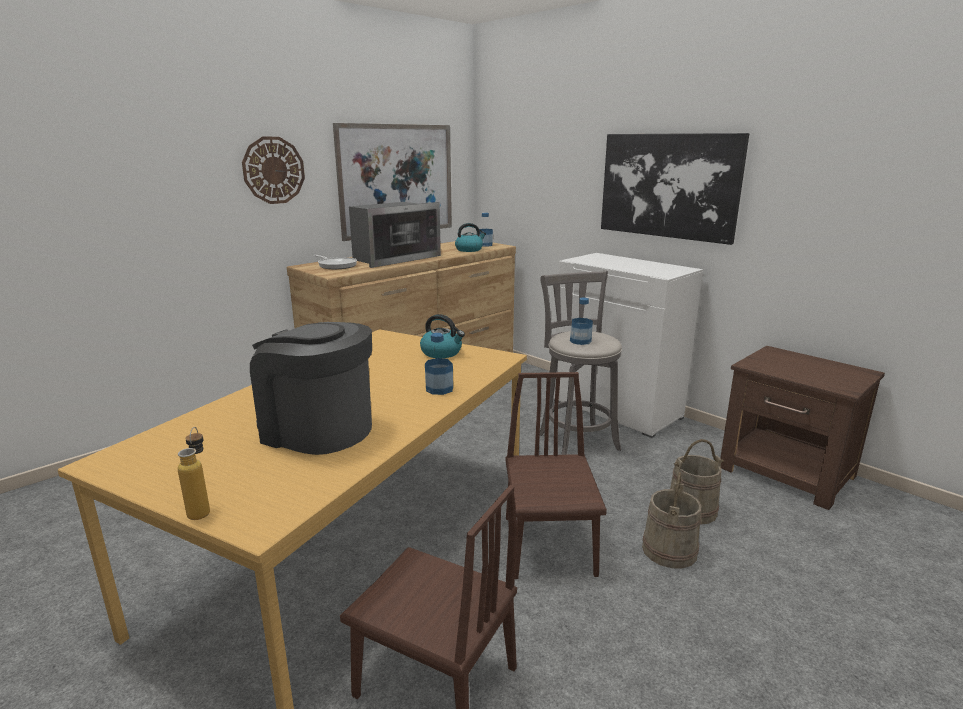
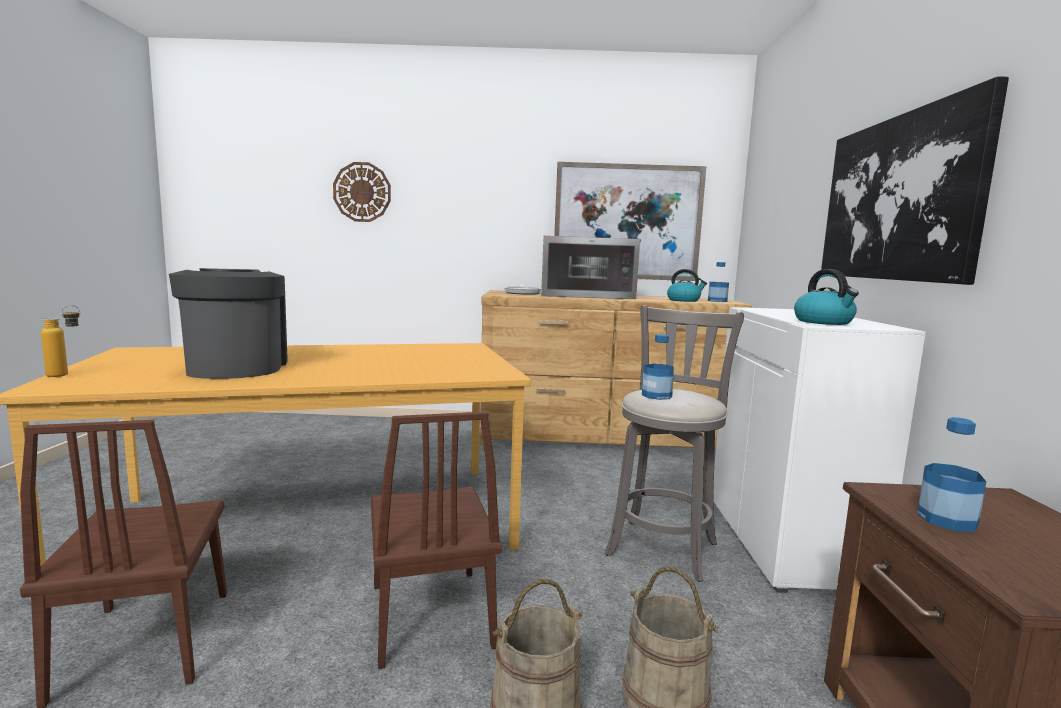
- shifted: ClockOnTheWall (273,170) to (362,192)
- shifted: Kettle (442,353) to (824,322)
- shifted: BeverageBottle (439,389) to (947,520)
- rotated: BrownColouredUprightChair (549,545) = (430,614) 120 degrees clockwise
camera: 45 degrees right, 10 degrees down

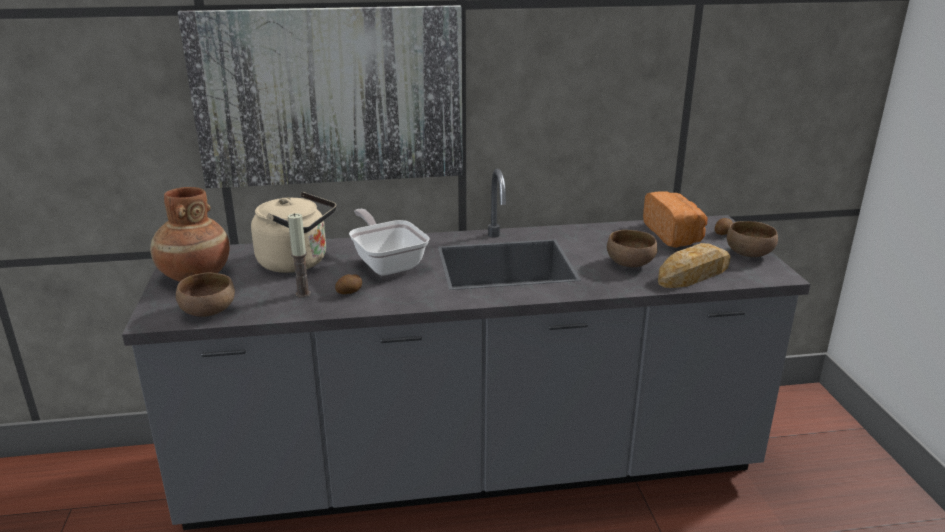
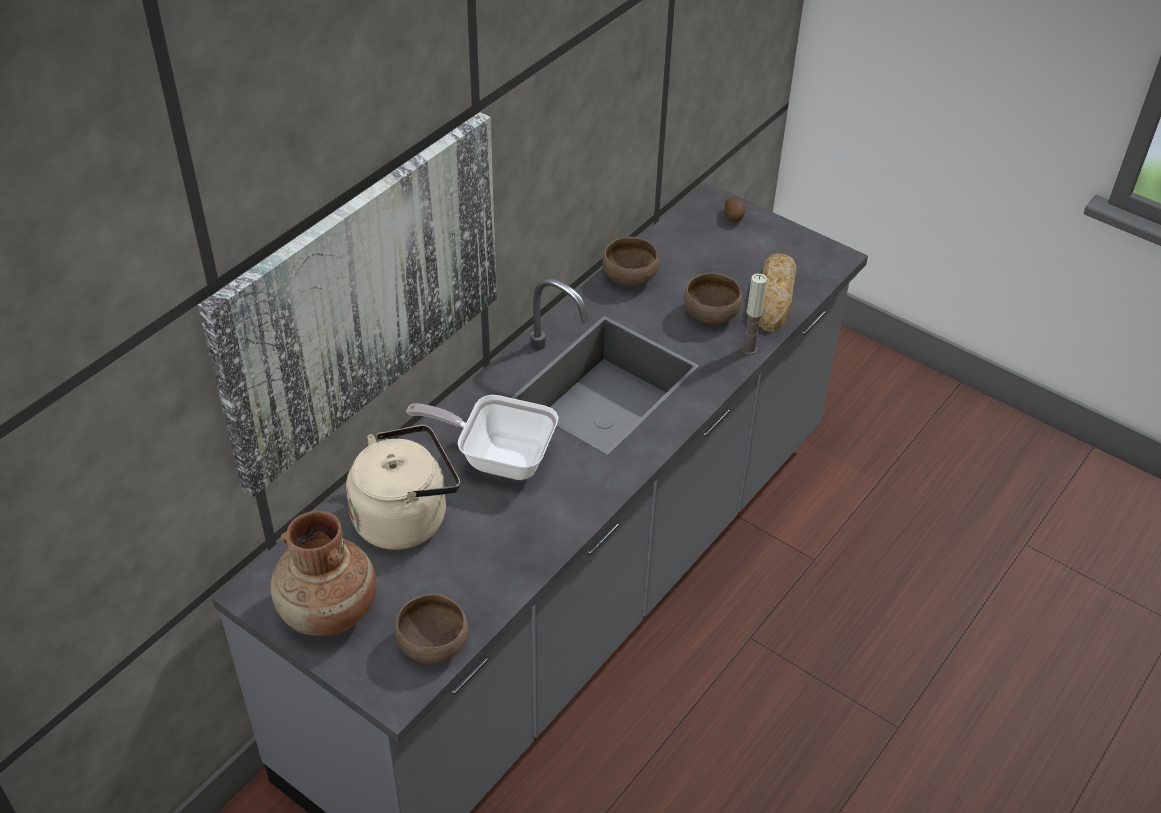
- gone: BakedBread (674,234)
- shifted: WaxCandle (303,294) to (749,349)
- shifted: BrownColouredServingBowl (749,253) to (630,276)
- gone: Potato (350,292)
camera: 45 degrees left, 20 degrees up

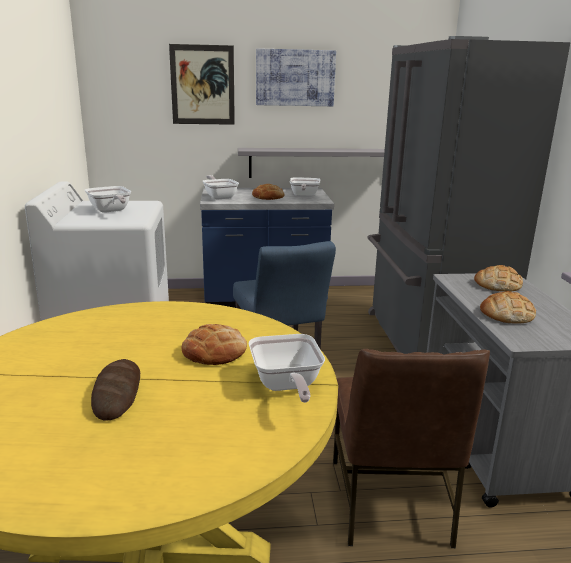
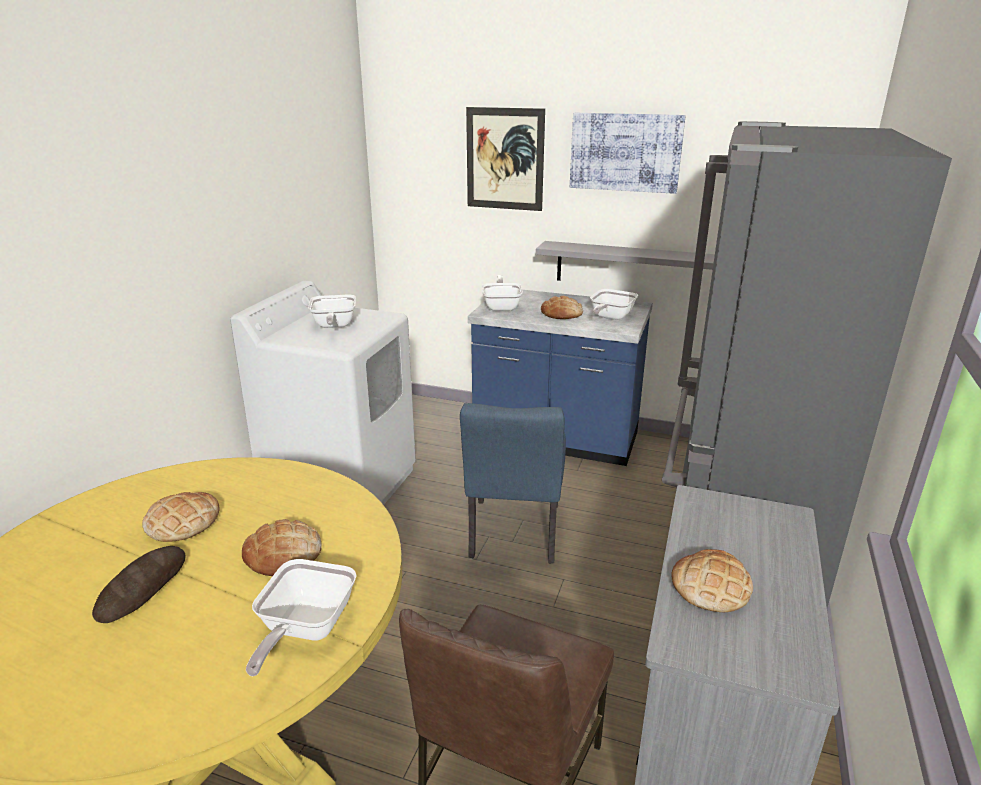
- shifted: BakedBread (497,284) to (182,522)
camera: 25 degrees right, 5 degrees up

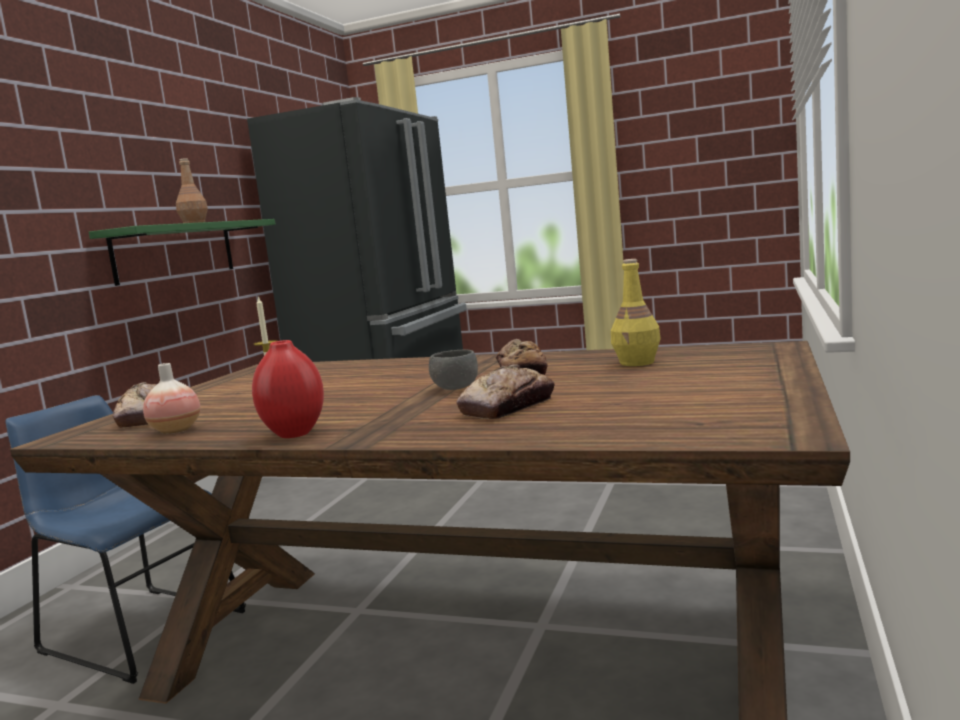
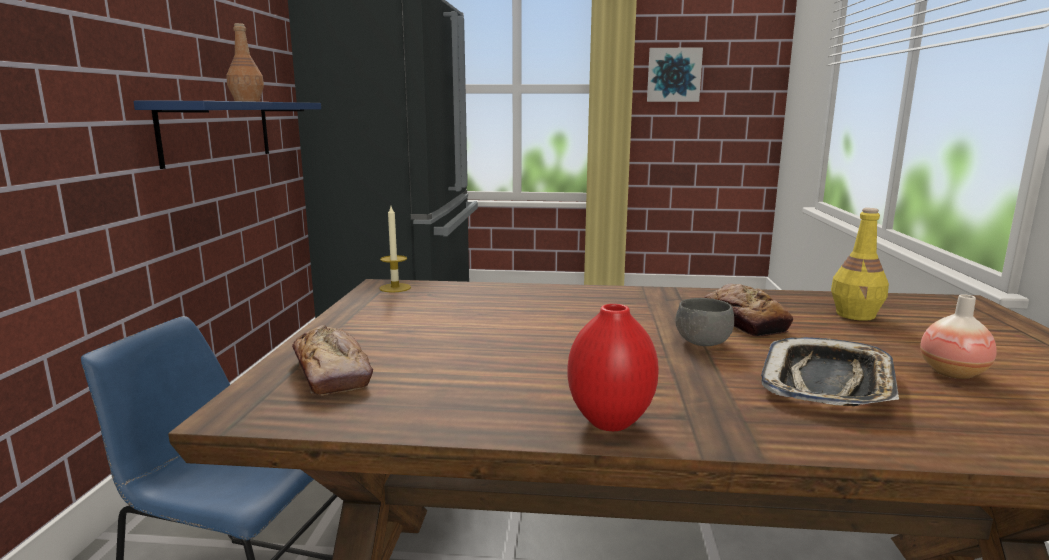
- repainted: GreenishBracketShelf (175,251) to BlueBracketShelf (218,131)
- shifted: FlowerVase (176,430) to (952,373)
- swapped: BakedBread (508,407) to ServingTray (828,383)
- new: Picture (674,75)
camera: 15 degrees left, 5 degrees up

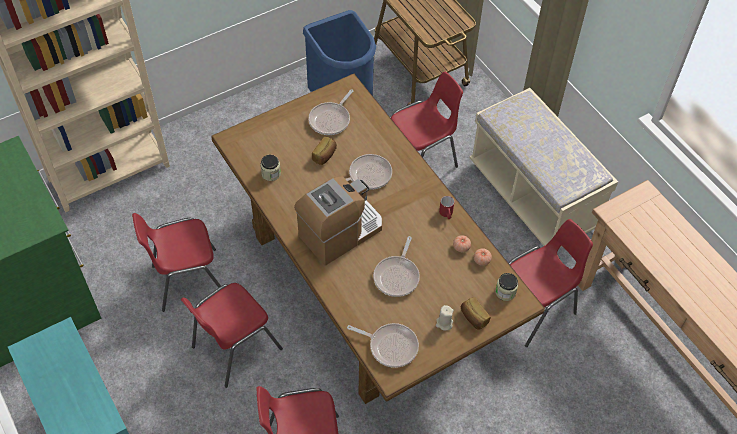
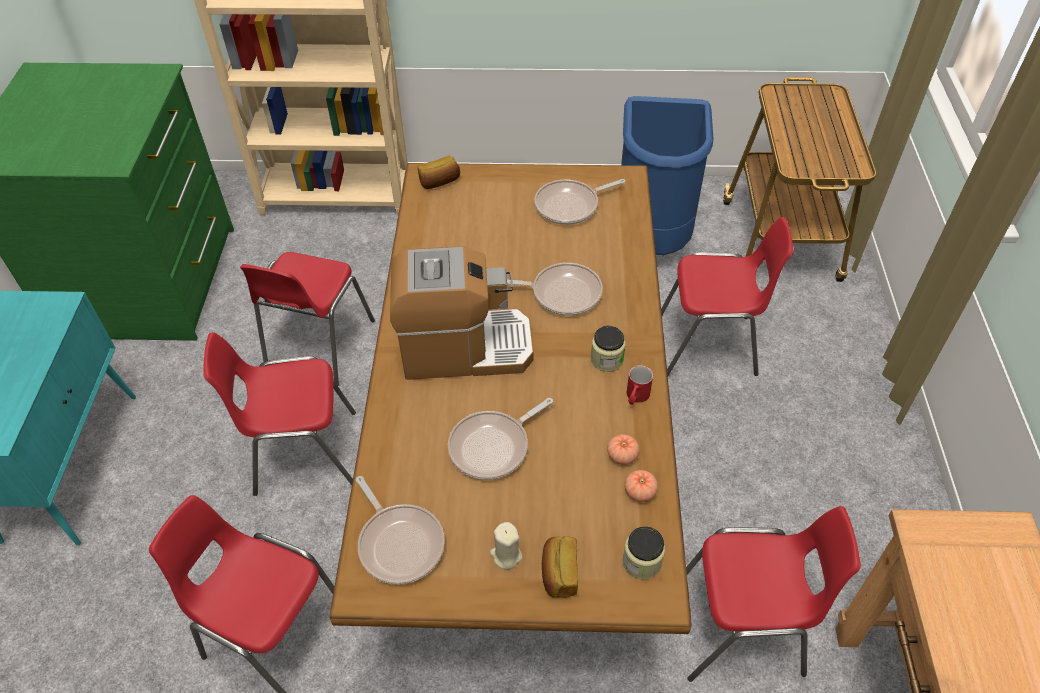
- gone: SandColouredBench (533,196)
- shifted: BakedBread (325,156) to (439,182)
- shifted: Jar (271,173) to (607,359)
- rotated: RedUprightChair (187,280) = (318,347) 90 degrees counterclockwise
camera: 35 degrees right, 5 degrees down

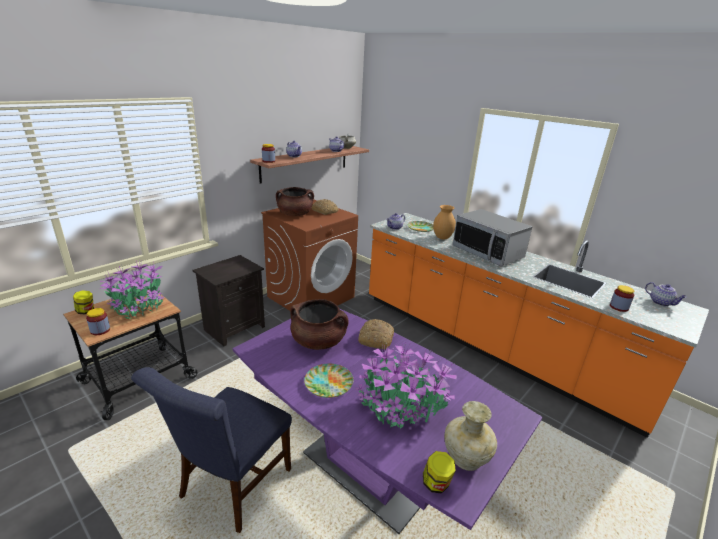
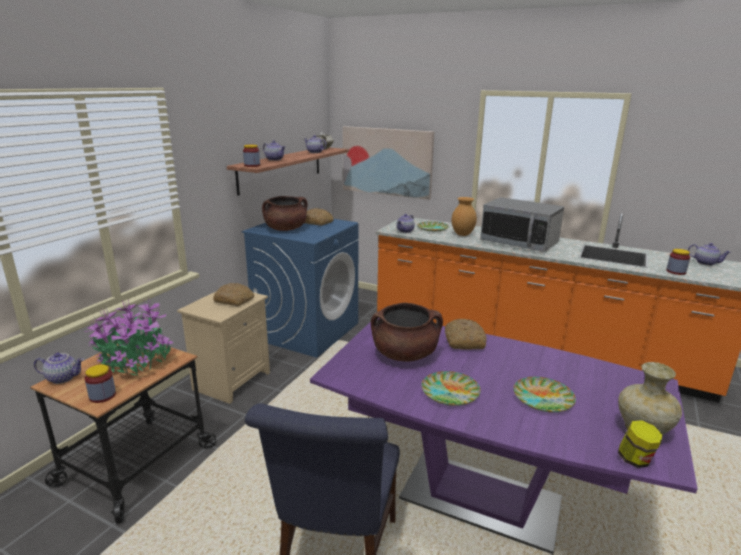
- repainted: BrownColouredLaundryAppliance (311,296) to BlueLaundryAppliance (307,330)
- repainted: BlackColouredNightTable (234,327) to SandColouredNightTable (231,380)
- swapped: Jar (86,311) to TeaPot (63,378)
- swapped: PlantInAPot (401,407) to Plate (543,398)
- new: Picture (387,161)
- new: BakedBread (234,300)
camera: 15 degrees left, 5 degrees down

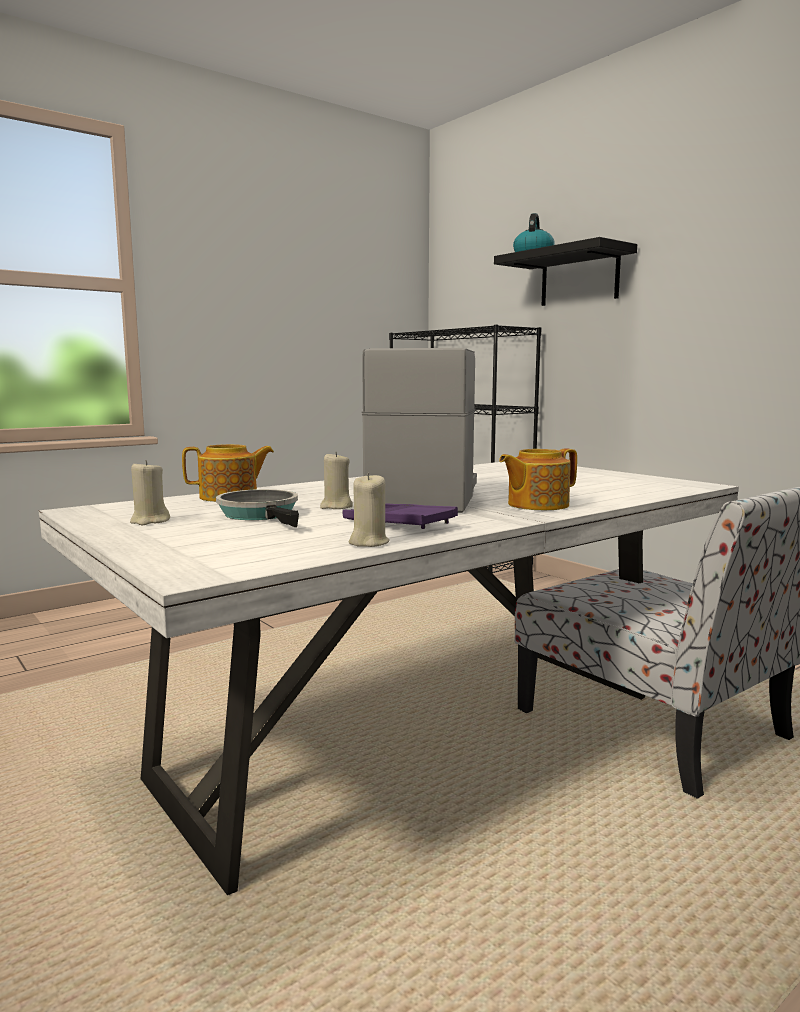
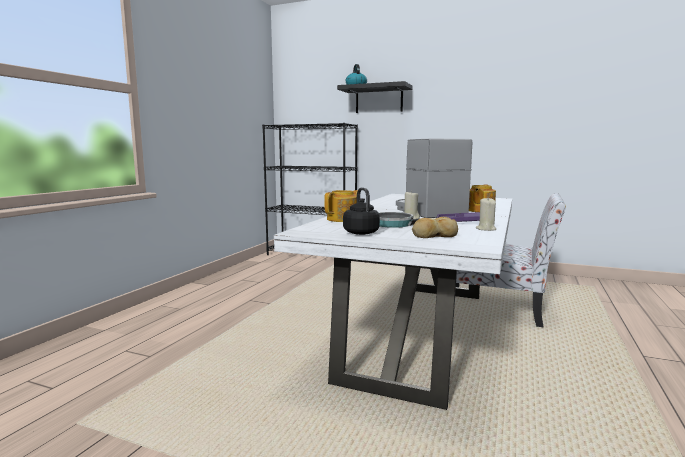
- swapped: SandColouredWaxCandle (149,521) to BlackColouredKettle (360,232)
- new: BakedBread (433,235)
camera: 30 degrees left, 0 degrees up

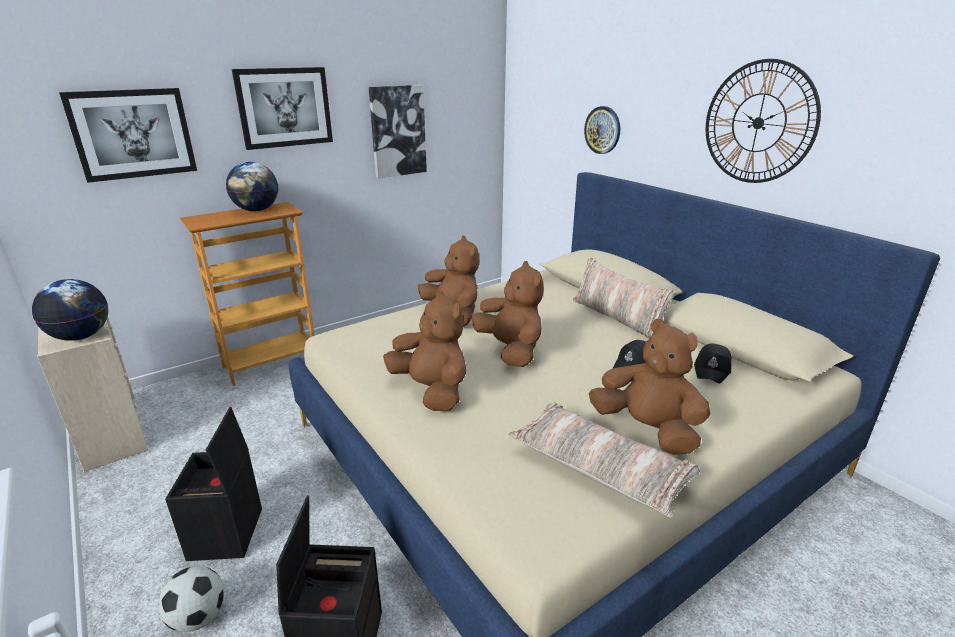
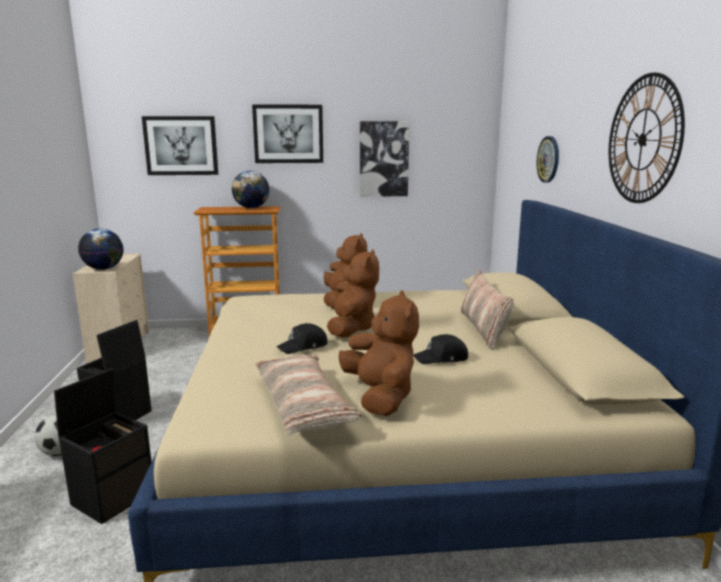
- gone: BrownColouredCuddlyToy (432,391)
- shifted: BlackColouredBaseballCap (712,369) to (303,346)
camera: 30 degrees right, 10 degrees down

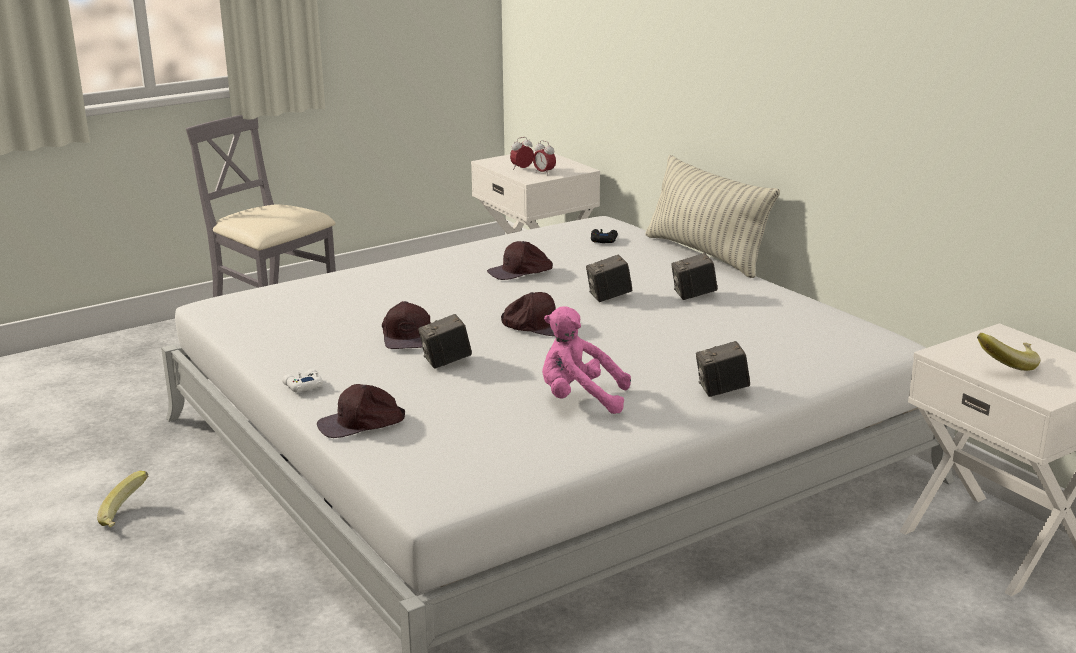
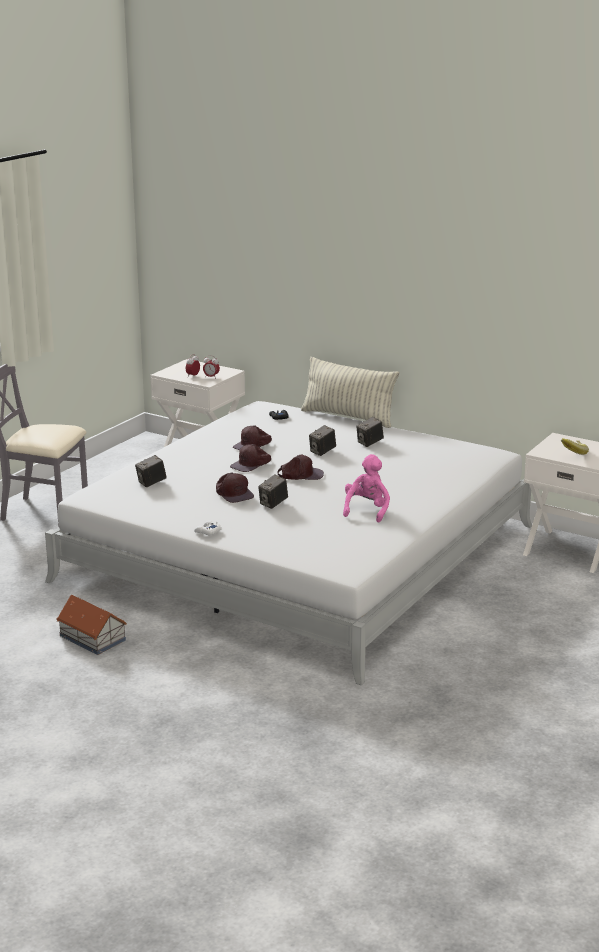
- rotated: PinkCuddlyToy (579,399) = (367,510) 120 degrees clockwise
- shifted: PhotoCamera (721,390) to (151,483)
- shifted: BrownColouredBaseballCap (361,423) to (251,464)
- swapped: BananaFruit (126,516) to ModelHouse (92,638)
camera: 25 degrees left, 0 degrees up

